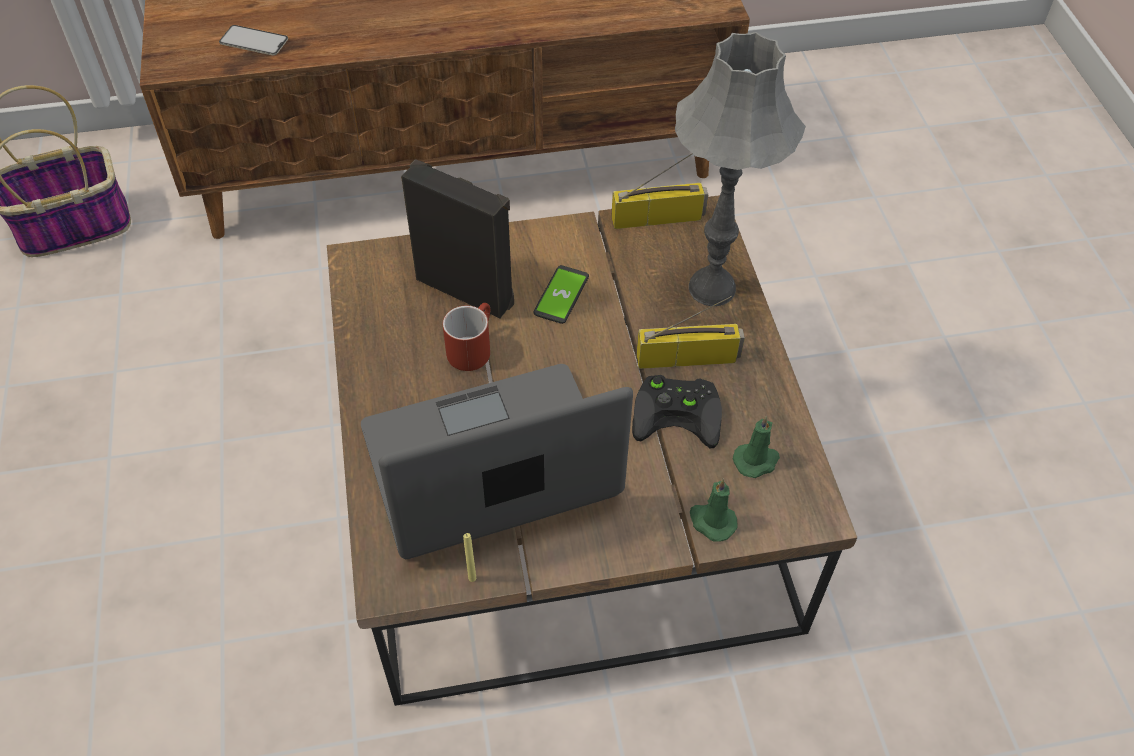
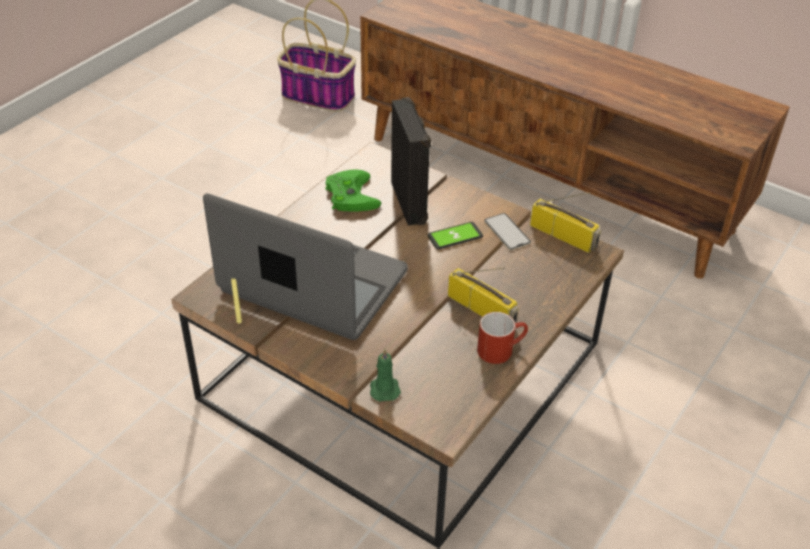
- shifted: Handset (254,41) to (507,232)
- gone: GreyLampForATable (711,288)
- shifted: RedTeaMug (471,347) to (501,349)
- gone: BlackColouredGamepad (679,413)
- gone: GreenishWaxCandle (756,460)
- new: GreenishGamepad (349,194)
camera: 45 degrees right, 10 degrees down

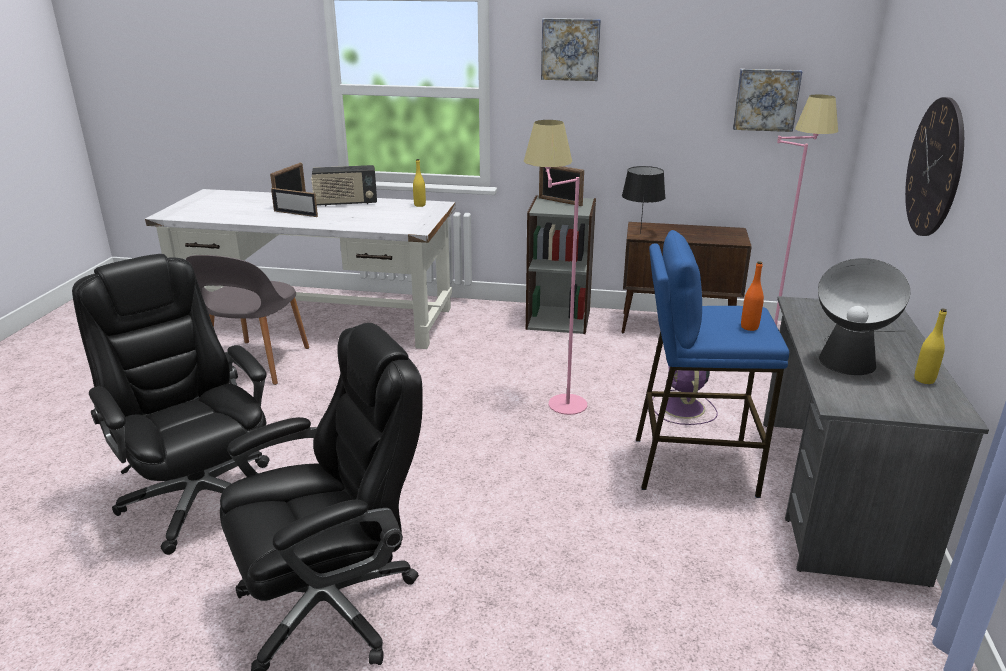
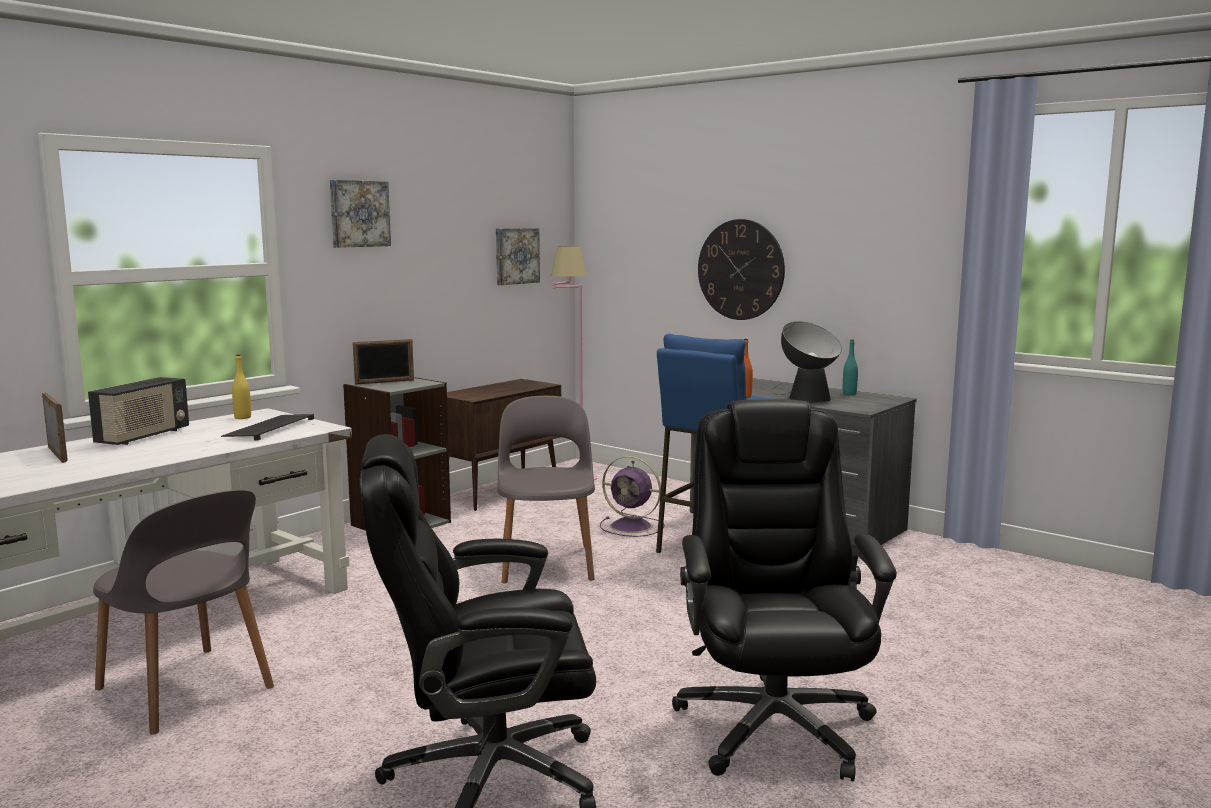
- swapped: PinkFloorLamp (552,398) to GreyUprightChair (547,562)
- gone: BlackColouredLampForATable (640,234)
- gone: PictureFrame (295,214)
- repainted: YellowBeverageBottle (924,380) to BlueGreenBeverageBottle (849,394)
- new: Keyboard (269,428)
camera: 60 degrees left, 15 degrees down

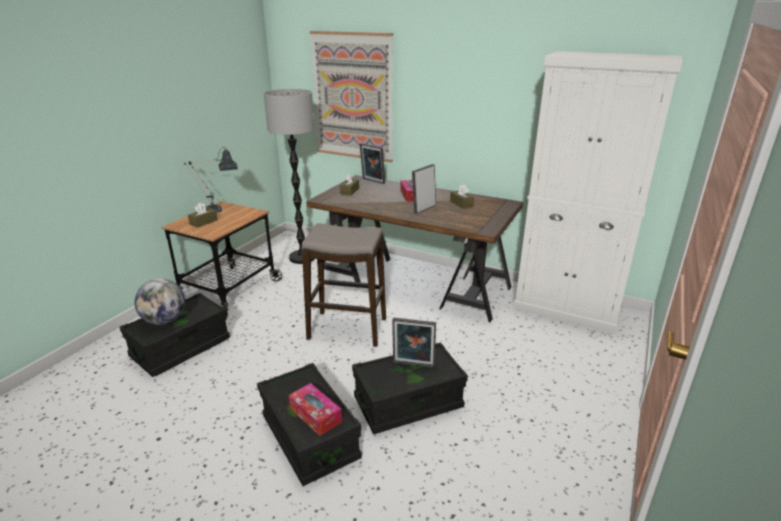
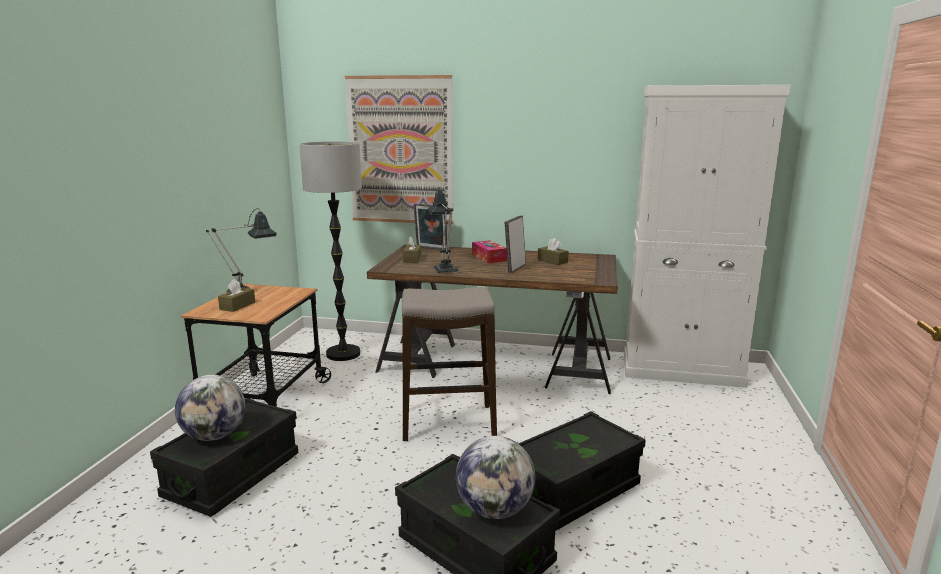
- gone: PictureFrame (413,365)
- swapped: TissueBox (315,415) to DeskGlobe (495,510)
- new: LampForATable (444,268)
camera: 15 degrees left, 10 degrees down

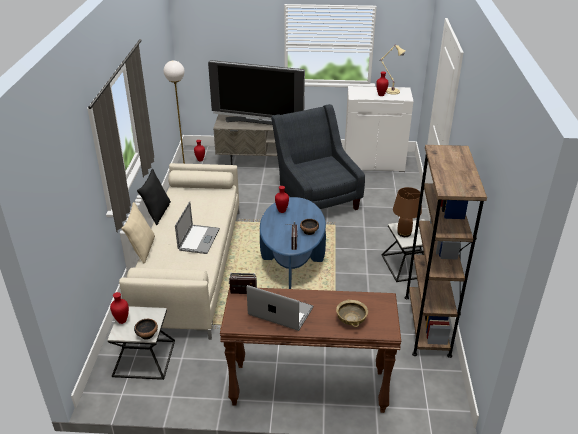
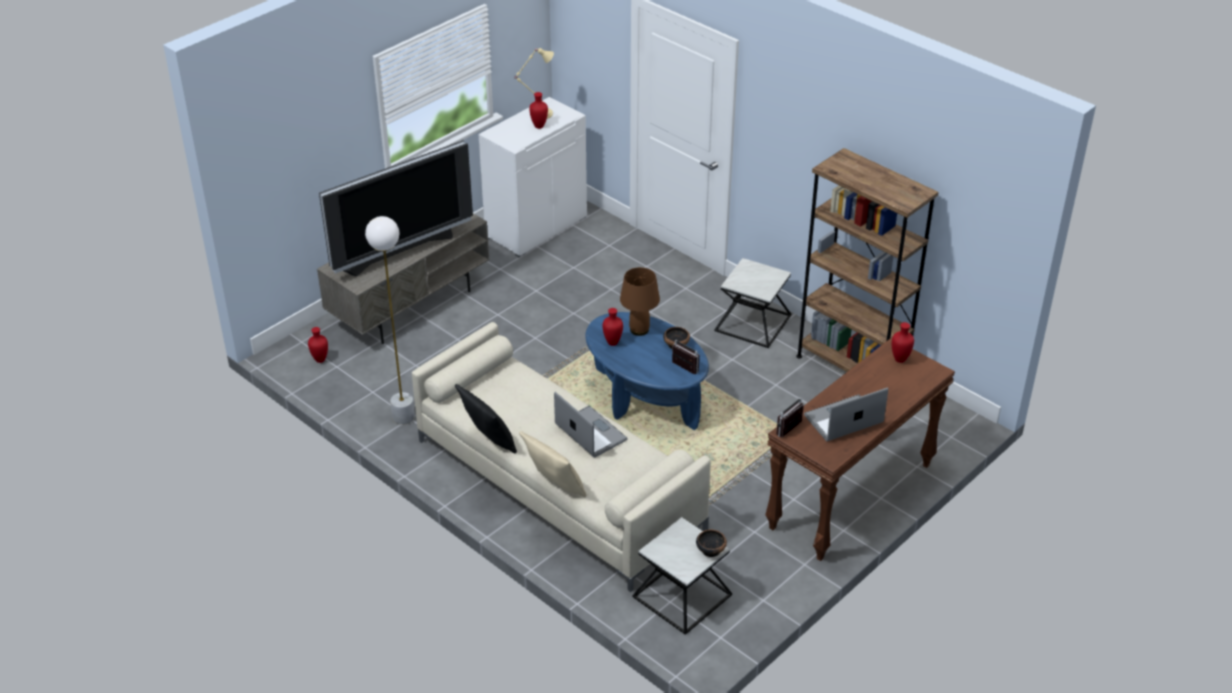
- gone: GreyEasyChair (316,198)
- shifted: BrownColouredLampForATable (403,233) to (638,330)
- shifted: RedFlowerVase (122,320) to (899,359)
- gone: SandColouredServingBowl (351,319)
camera: 50 degrees left, 5 degrees up

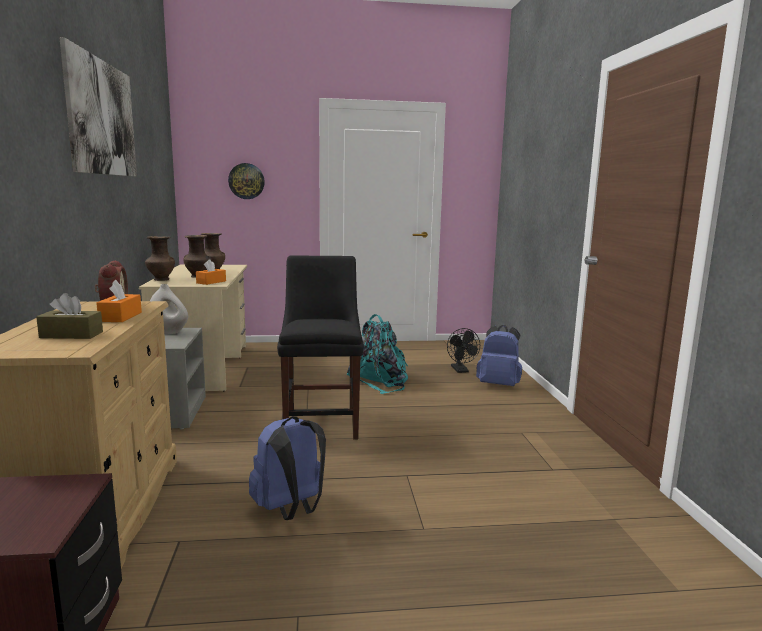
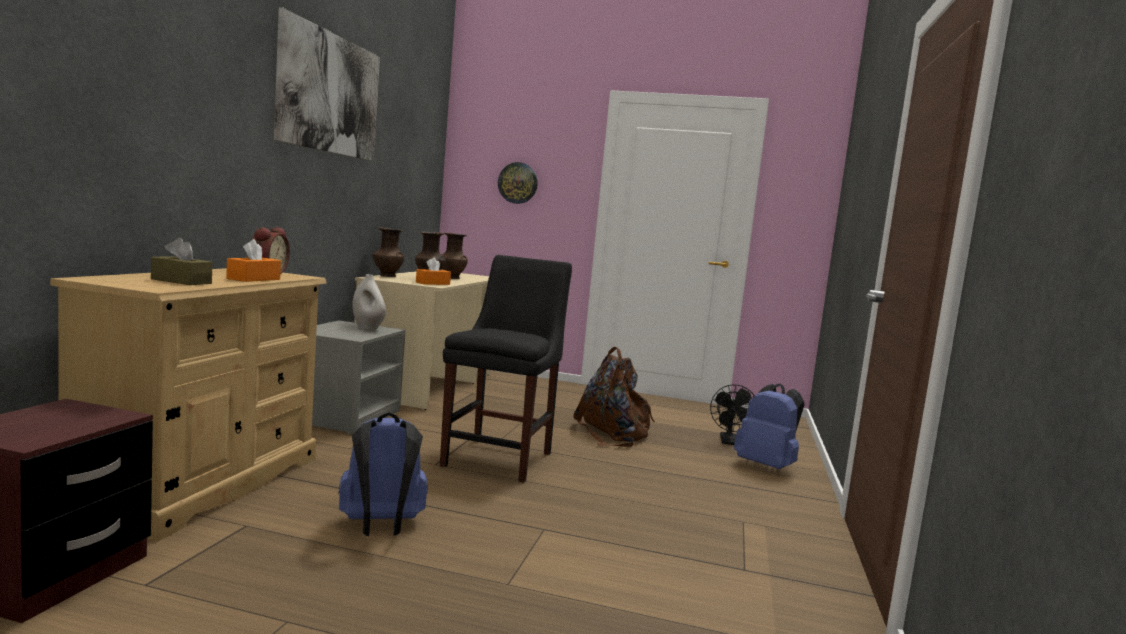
- repainted: BlueGreenKnapsack (381,381) to BrownColouredKnapsack (613,433)
camera: 20 degrees right, 5 degrees down

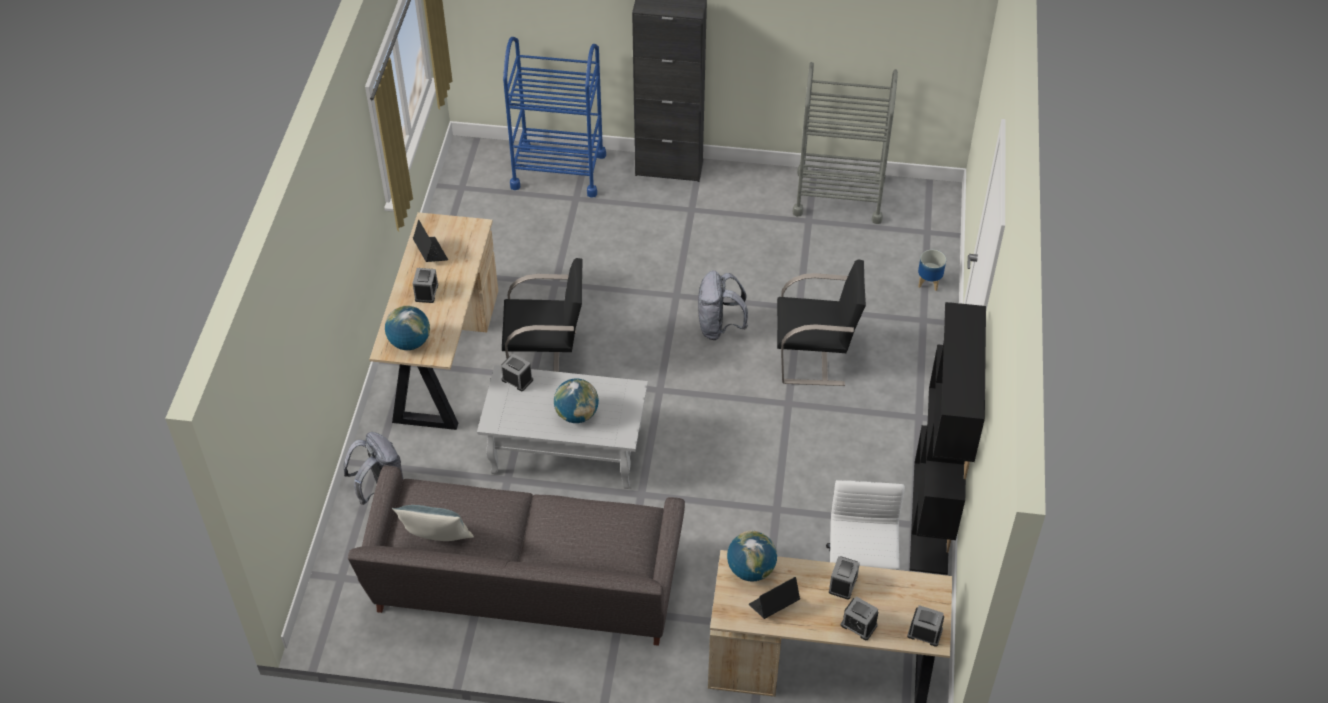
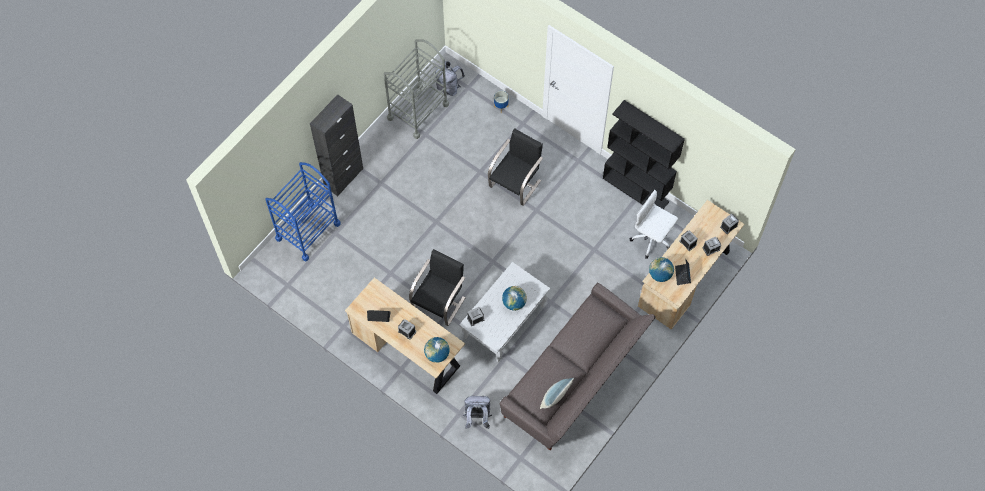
- shifted: GreyKnapsack (719,327) to (449,87)
camera: 60 degrees left, 15 degrees up

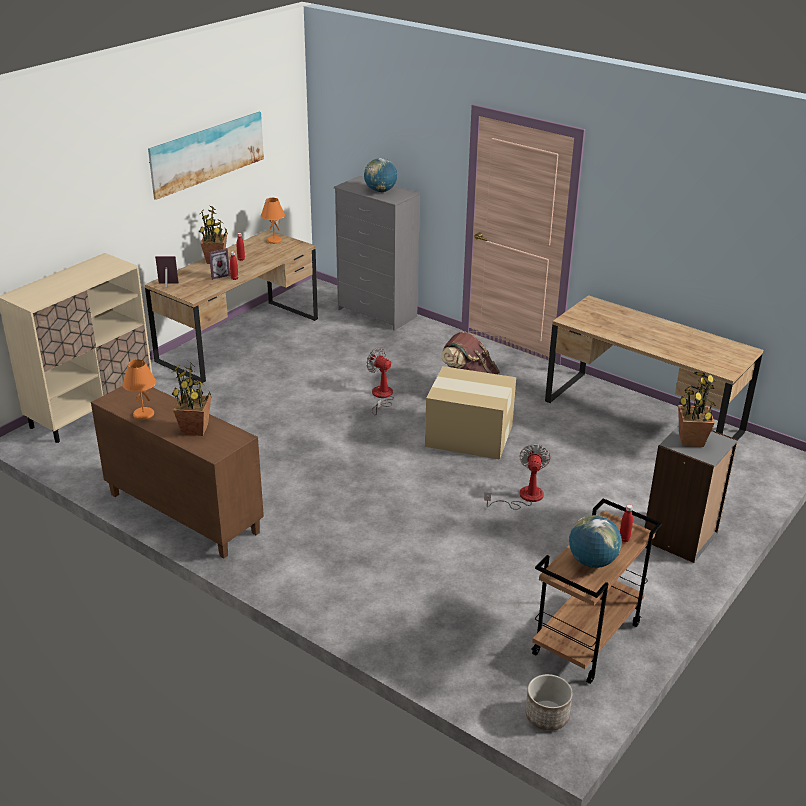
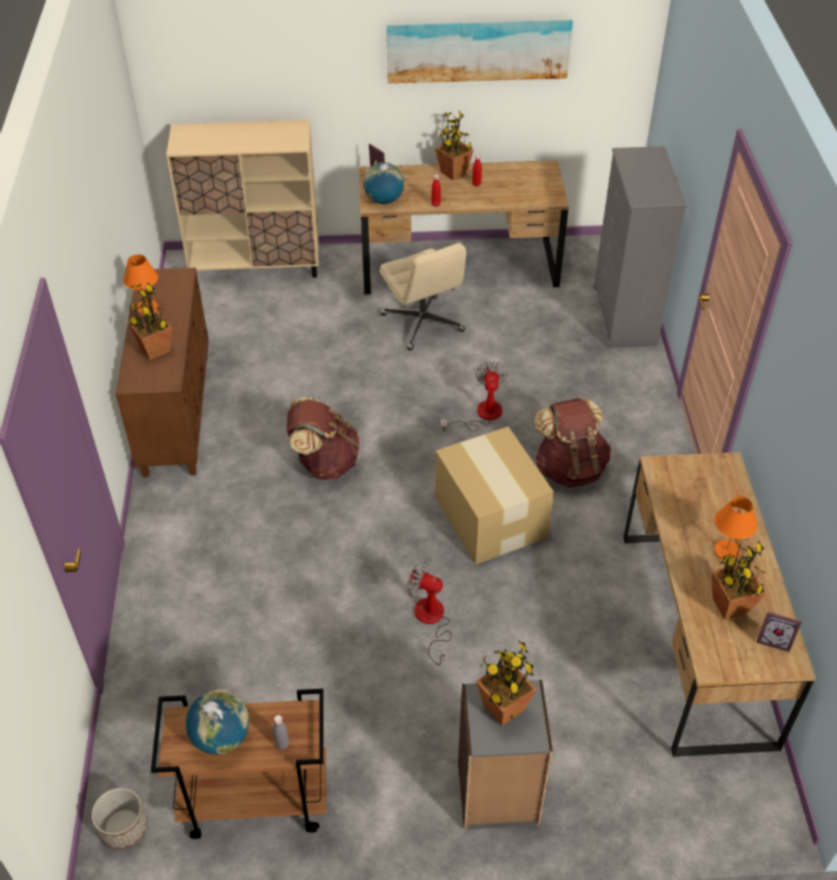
- shifted: DeskGlobe (380,191) to (384,200)
- shifted: OrangeyLampForATable (274,241) to (725,551)
- shifted: PictureFrame (219,275) to (774,639)
- rotated: CoolingFan (523,497) = (431,621) 120 degrees counterclockwise
- repainted: RedBeverageBottle (624,539) to GreyBeverageBottle (282,744)
- new: SandColouredComputerChair (423,323)
- new: BrownColouredKnapsack (324,462)
- new: PlantInAPot (730,606)
camera: 50 degrees right, 15 degrees up

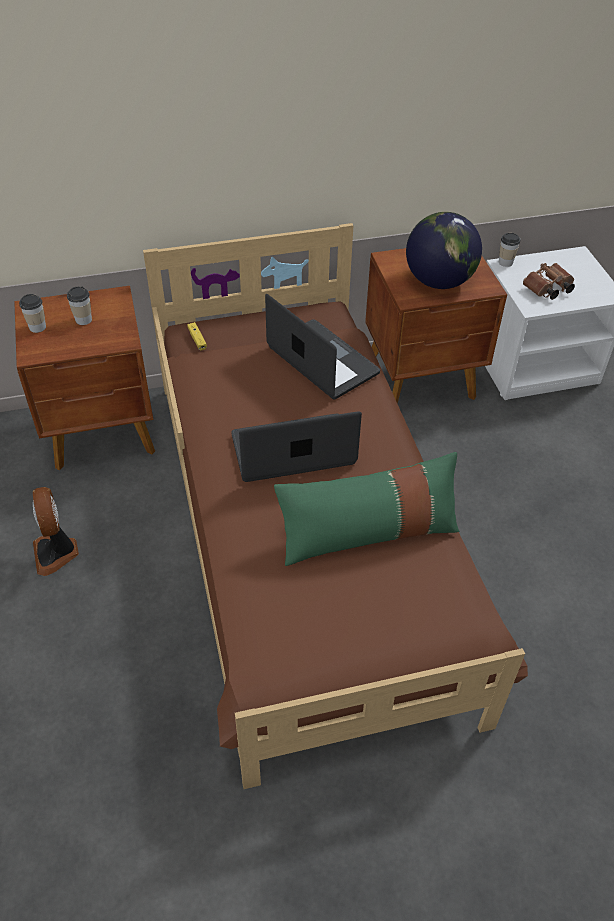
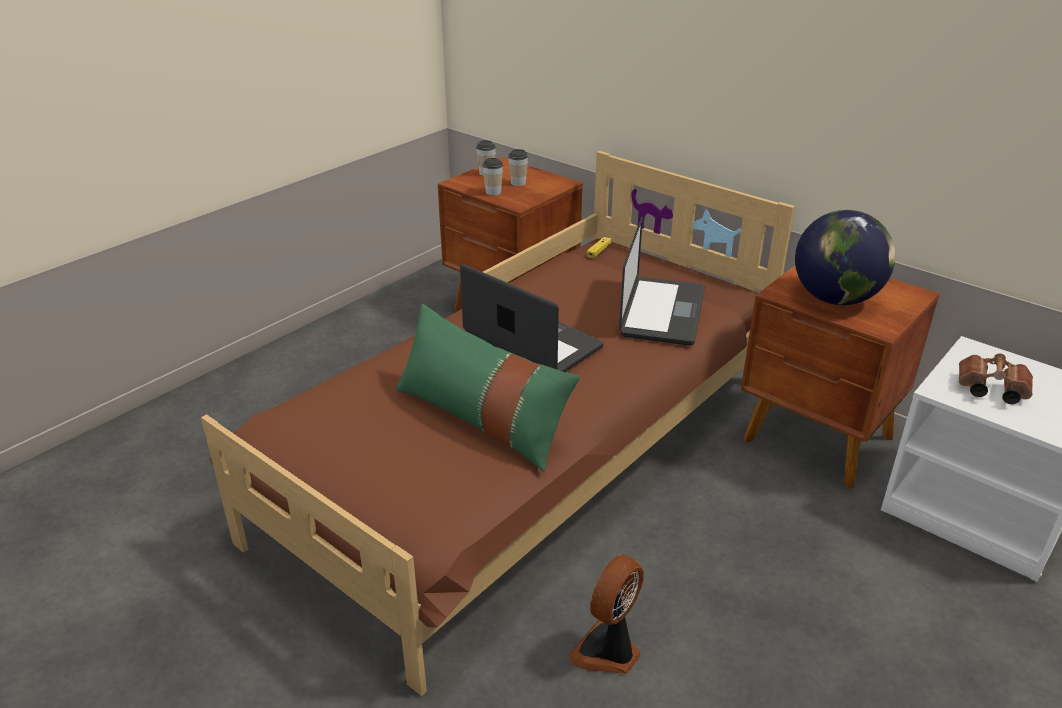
- shifted: SmallCup (505,262) to (493,192)
- shifted: CoolingFan (56,553) to (608,651)
camera: 55 degrees right, 15 degrees down

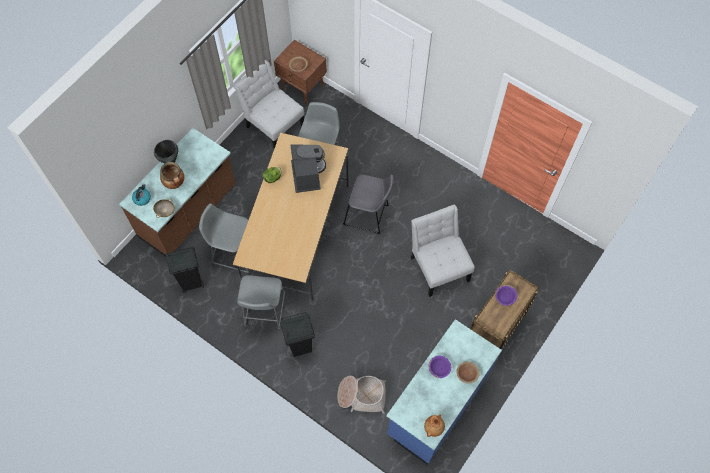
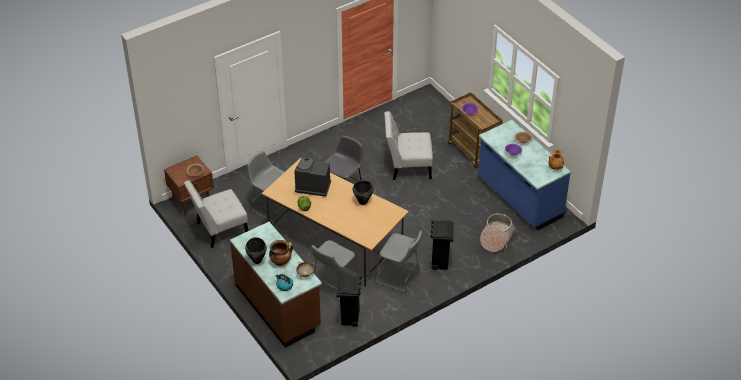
- new: BlackColouredStockpot (362,202)
camera: 70 degrees left, 20 degrees down

